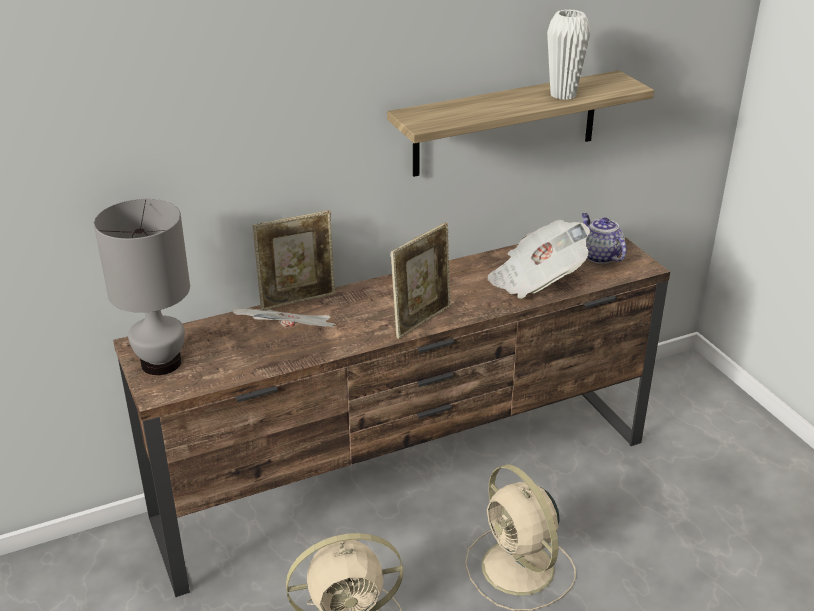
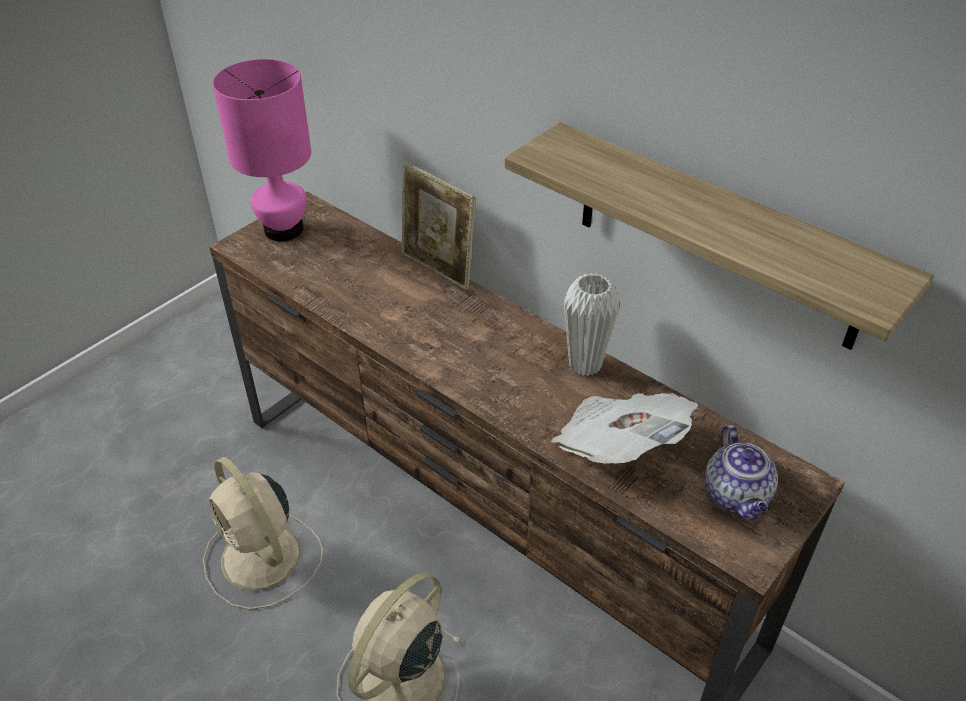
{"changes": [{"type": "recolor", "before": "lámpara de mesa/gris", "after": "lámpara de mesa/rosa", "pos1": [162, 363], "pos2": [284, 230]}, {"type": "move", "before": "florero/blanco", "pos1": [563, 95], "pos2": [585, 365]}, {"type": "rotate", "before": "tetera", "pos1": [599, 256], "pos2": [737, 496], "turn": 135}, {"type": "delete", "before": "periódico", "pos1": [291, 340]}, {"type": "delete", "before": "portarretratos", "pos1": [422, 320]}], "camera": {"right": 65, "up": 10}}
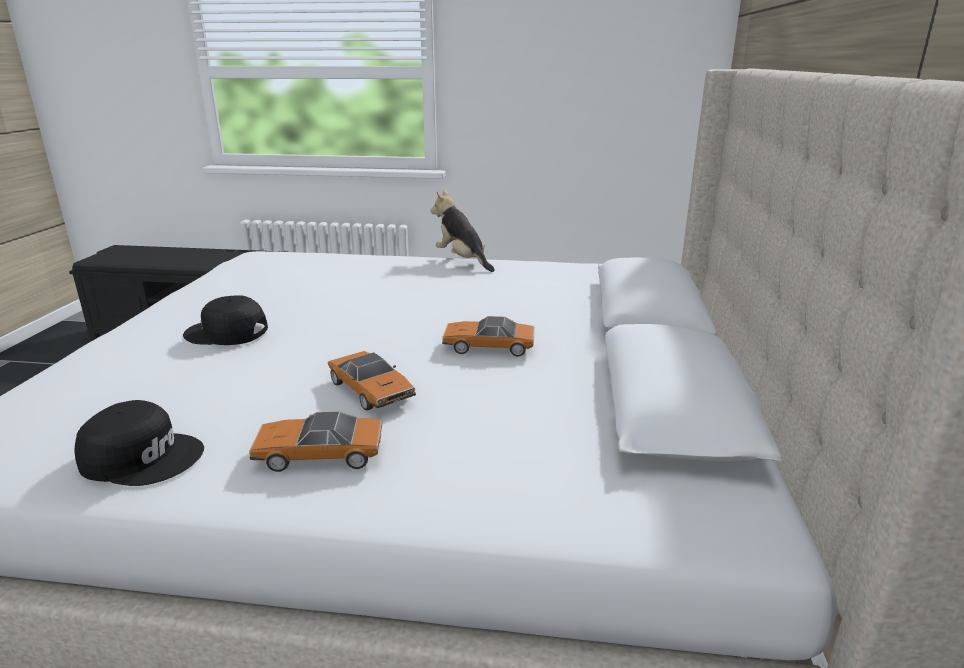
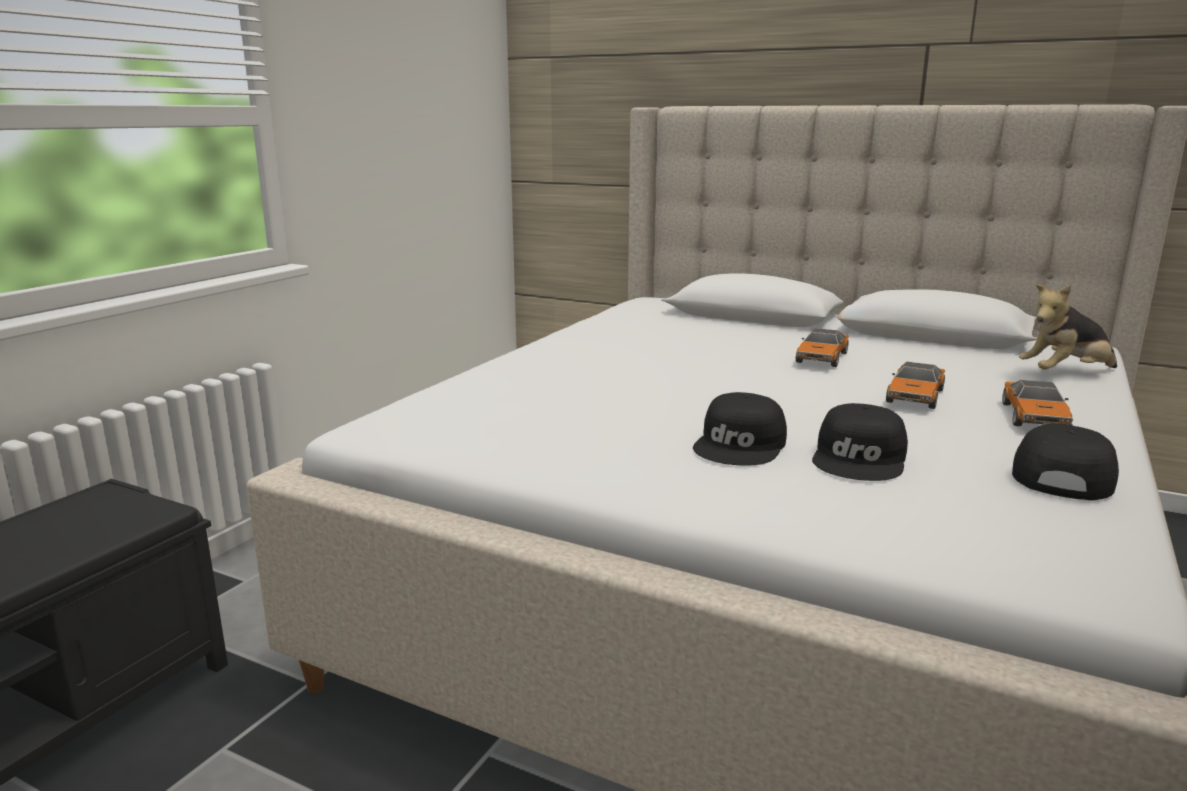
{"changes": [{"type": "insert", "after": "gorra/negro", "pos2": [861, 459]}, {"type": "rotate", "before": "coche de juguete", "pos1": [371, 391], "pos2": [914, 397], "turn": 135}, {"type": "move", "before": "peluche", "pos1": [462, 261], "pos2": [1065, 374]}], "camera": {"right": -70, "up": -5}}
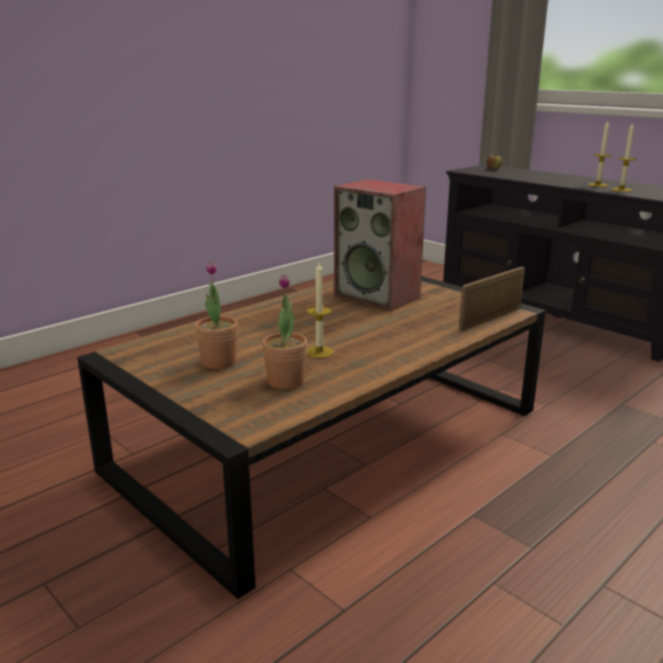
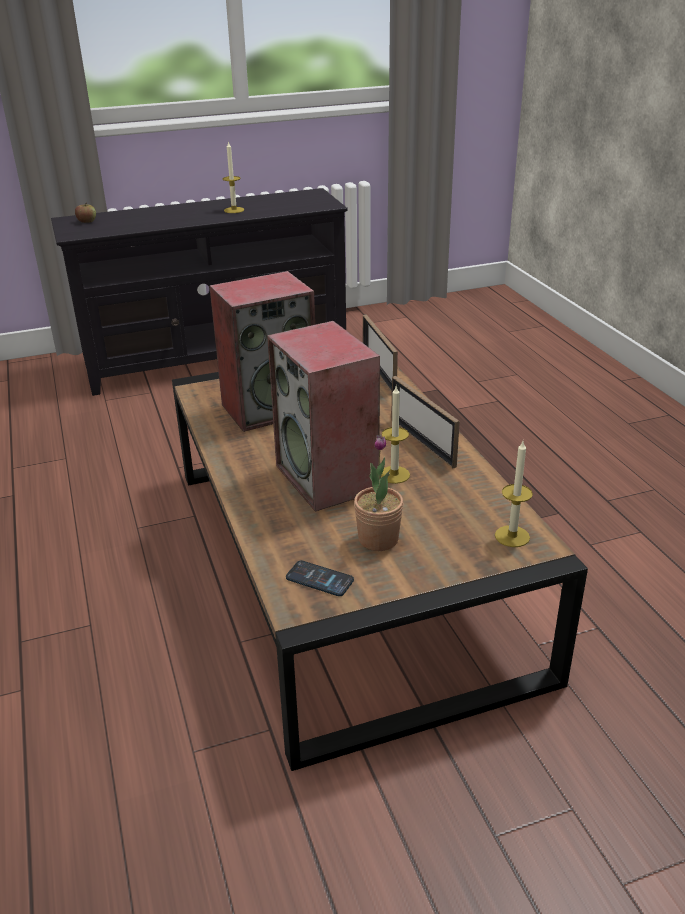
{"changes": [{"type": "insert", "after": "altavoz", "pos2": [328, 478]}, {"type": "insert", "after": "móvil", "pos2": [319, 579]}, {"type": "insert", "after": "portarretratos", "pos2": [422, 442]}, {"type": "move", "before": "vela", "pos1": [621, 190], "pos2": [512, 536]}, {"type": "delete", "before": "planta en maceta", "pos1": [285, 381]}], "camera": {"right": -65, "up": 10}}
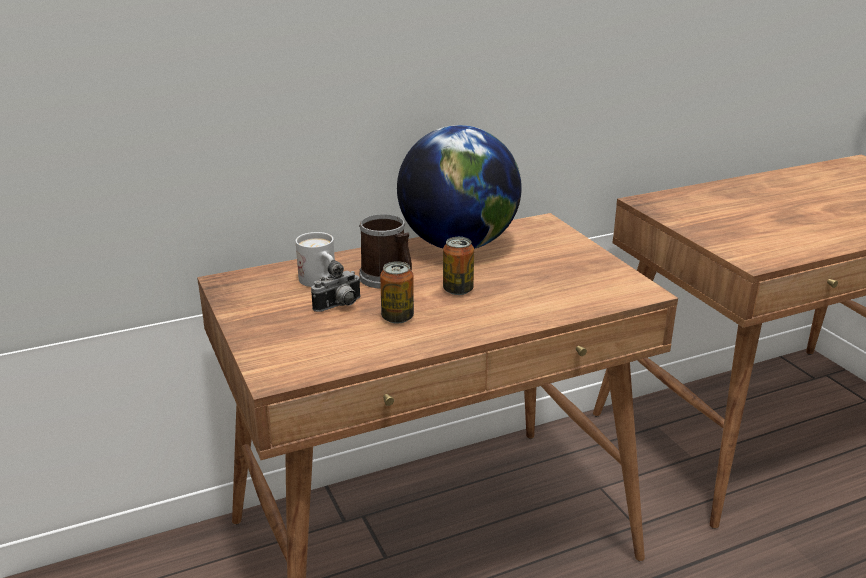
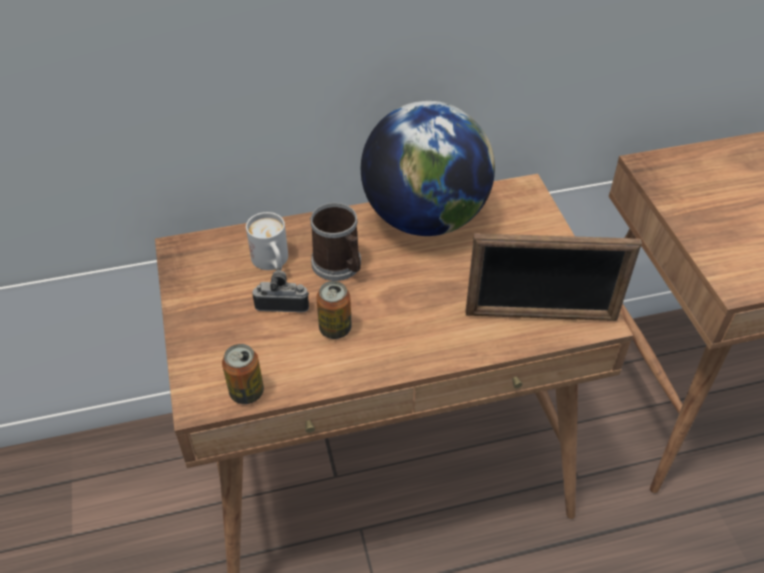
{"changes": [{"type": "move", "before": "lata", "pos1": [458, 290], "pos2": [246, 392]}, {"type": "rotate", "before": "cámara", "pos1": [339, 306], "pos2": [282, 303], "turn": -150}, {"type": "insert", "after": "portarretratos", "pos2": [541, 316]}], "camera": {"right": 10, "up": 20}}
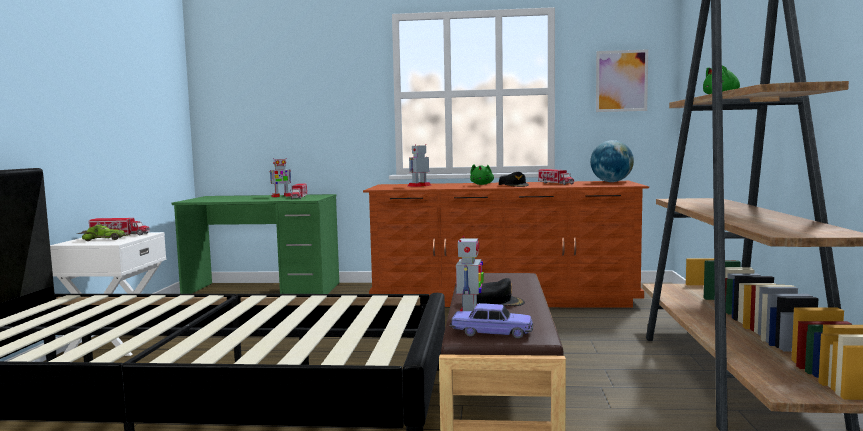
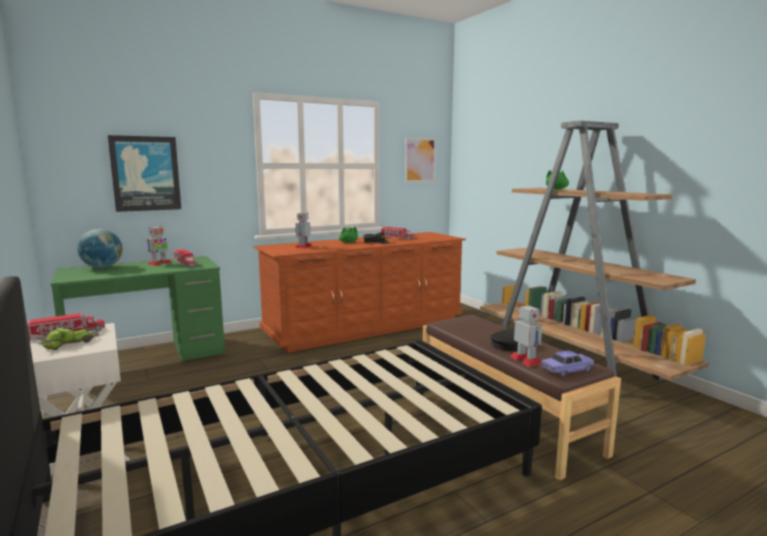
{"changes": [{"type": "move", "before": "globo terráqueo", "pos1": [611, 182], "pos2": [102, 267]}, {"type": "insert", "after": "cuadro", "pos2": [145, 173]}], "camera": {"right": -35, "up": 5}}
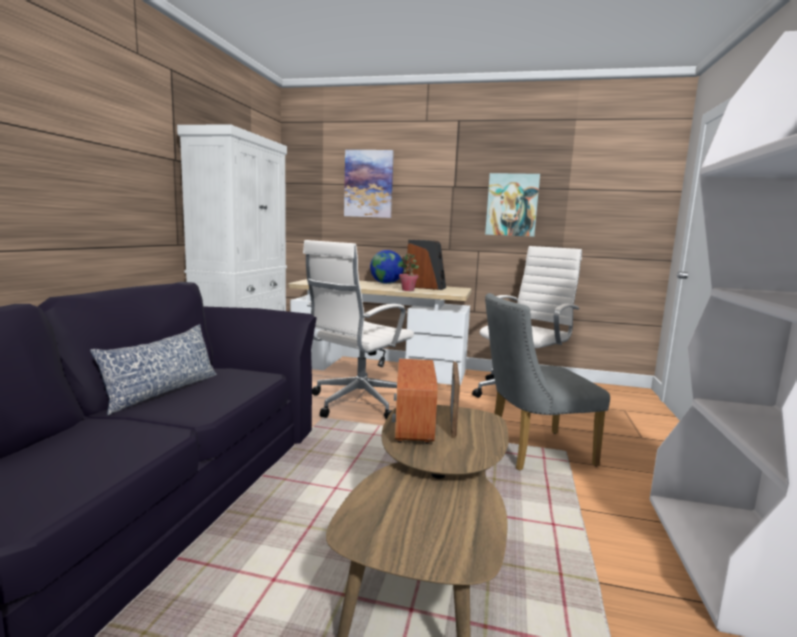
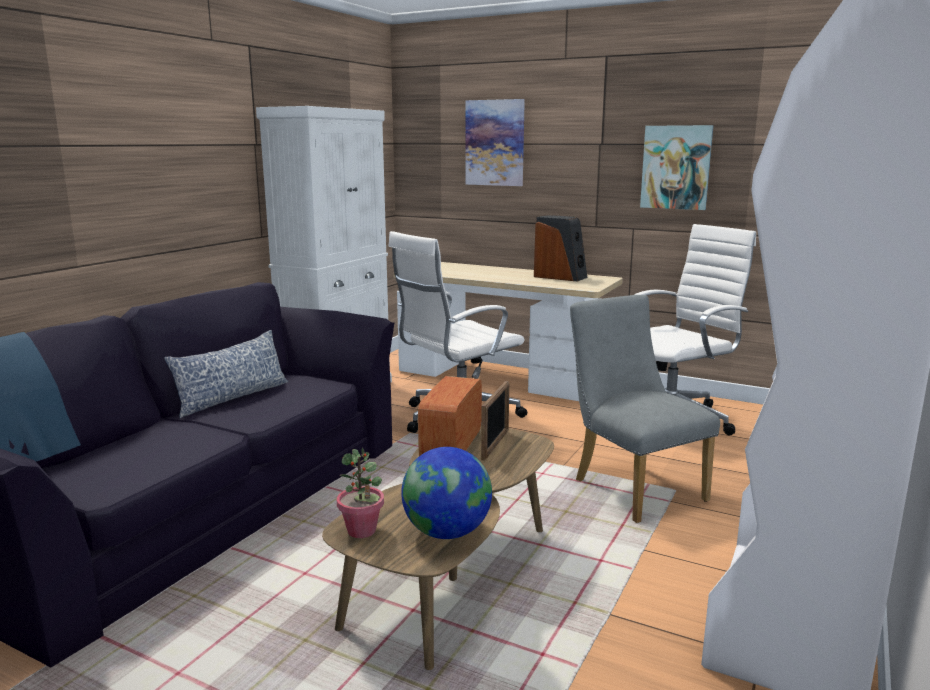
{"changes": [{"type": "move", "before": "planta en maceta", "pos1": [408, 290], "pos2": [362, 531]}, {"type": "move", "before": "globo terráqueo", "pos1": [386, 283], "pos2": [447, 532]}, {"type": "rotate", "before": "silla/gris", "pos1": [531, 451], "pos2": [632, 487], "turn": 60}], "camera": {"right": 15, "up": 5}}
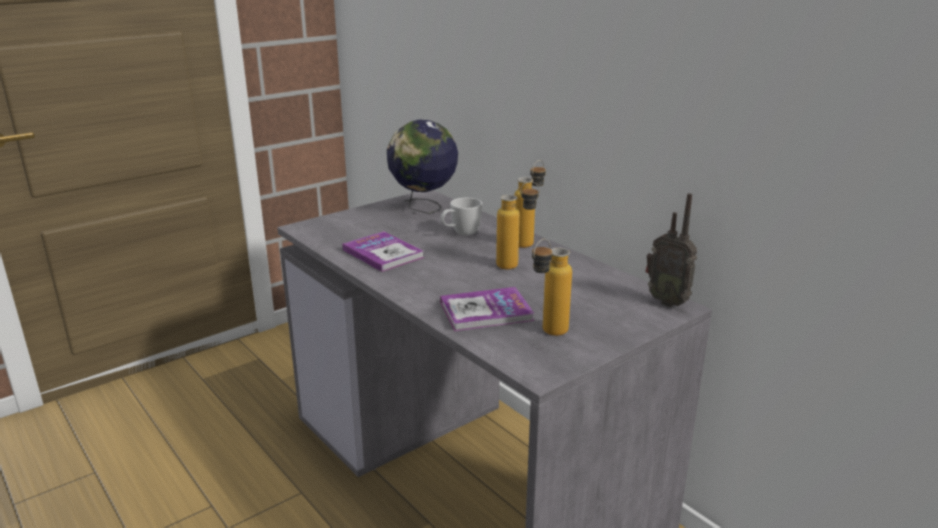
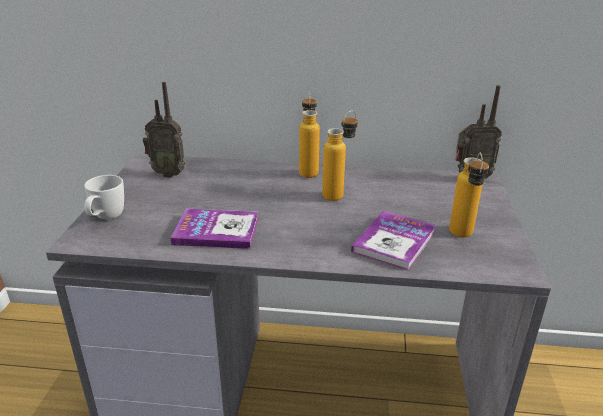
{"changes": [{"type": "move", "before": "taza grande/blanco", "pos1": [460, 234], "pos2": [106, 218]}, {"type": "replace", "before": "globo terráqueo", "after": "radio", "pos1": [423, 208], "pos2": [168, 173]}], "camera": {"right": -45, "up": 5}}
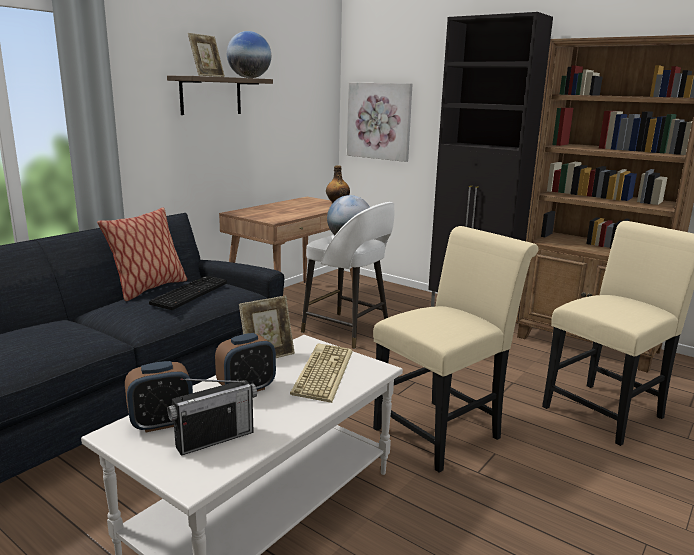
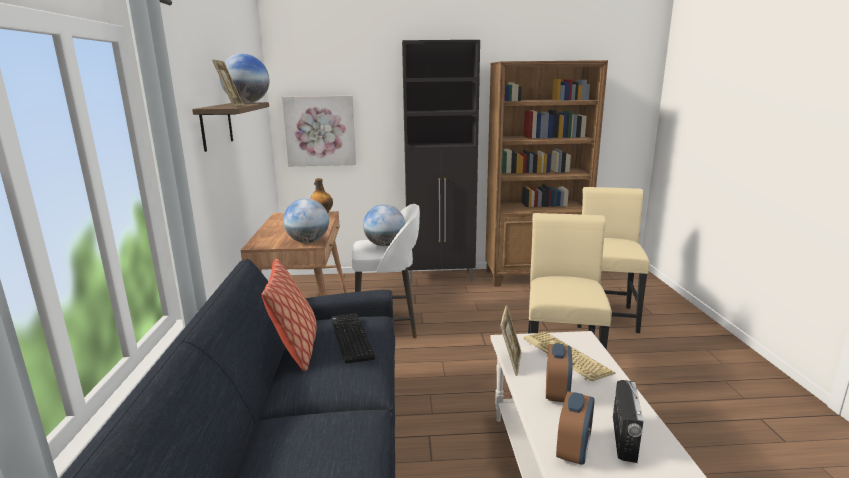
{"changes": [{"type": "insert", "after": "globo terráqueo", "pos2": [308, 242]}], "camera": {"right": -40, "up": 0}}
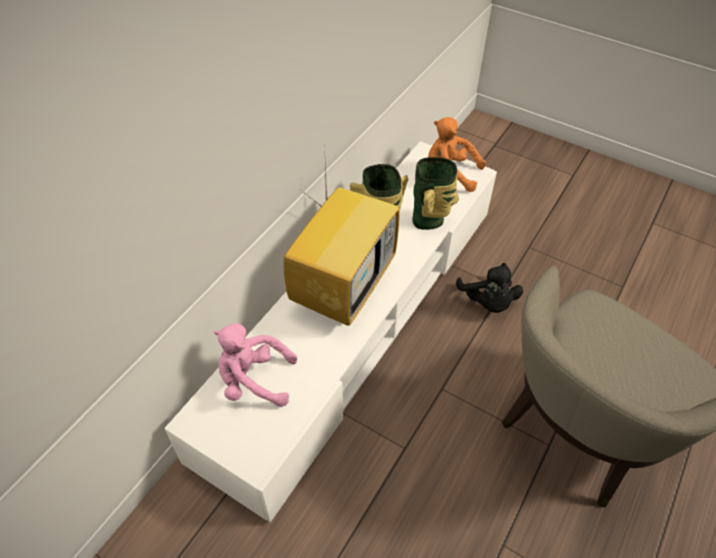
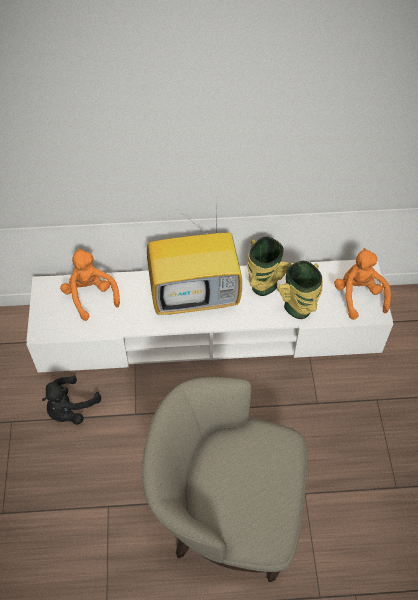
{"changes": [{"type": "move", "before": "peluche/negro", "pos1": [487, 302], "pos2": [70, 409]}, {"type": "recolor", "before": "peluche/rosa", "after": "peluche/naranja", "pos1": [254, 380], "pos2": [90, 295]}], "camera": {"right": 55, "up": 5}}
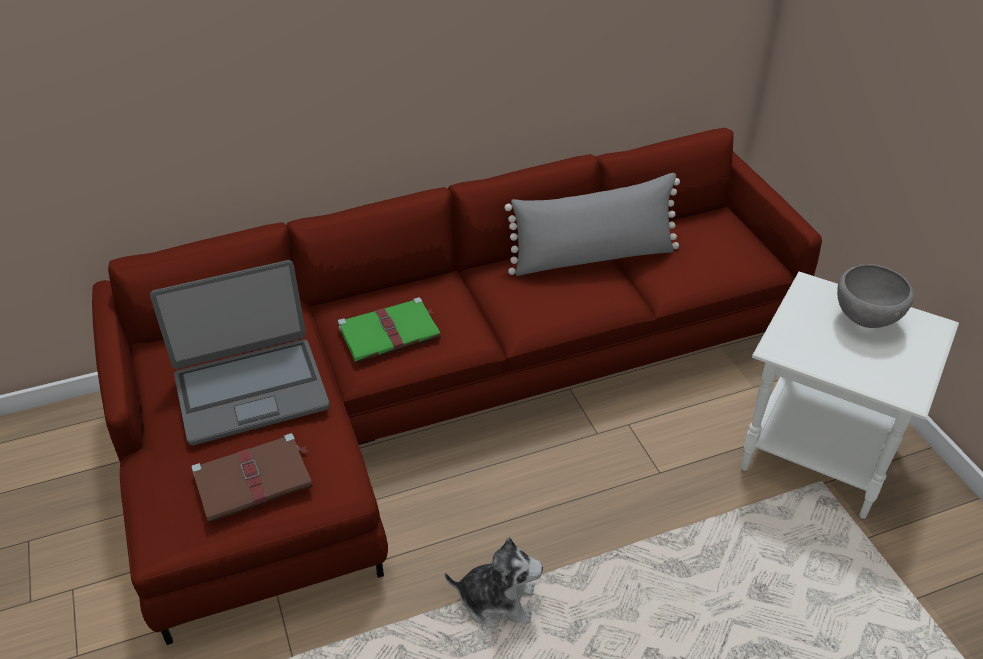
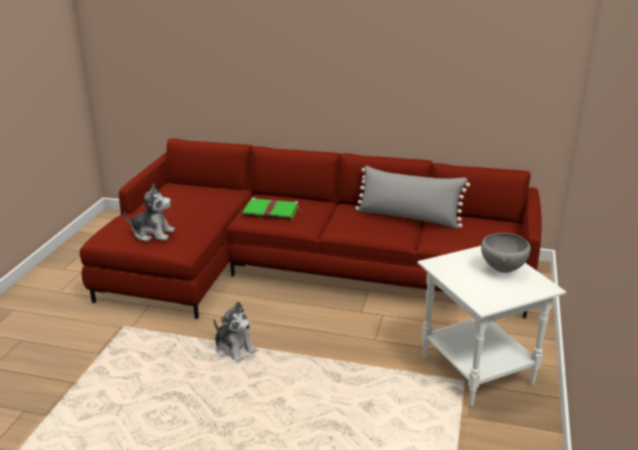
{"changes": [{"type": "replace", "before": "libro/marrón", "after": "peluche", "pos1": [255, 480], "pos2": [152, 233]}, {"type": "delete", "before": "portátil", "pos1": [251, 390]}], "camera": {"right": 35, "up": -15}}
